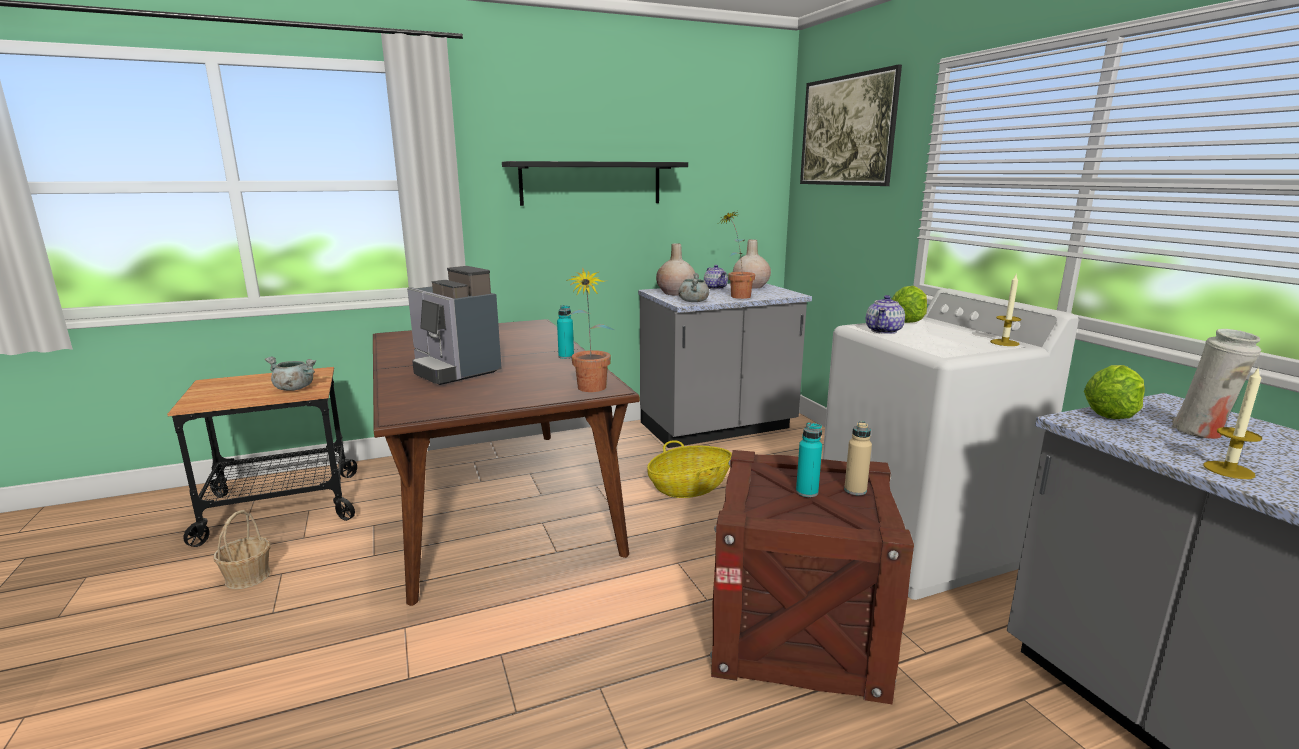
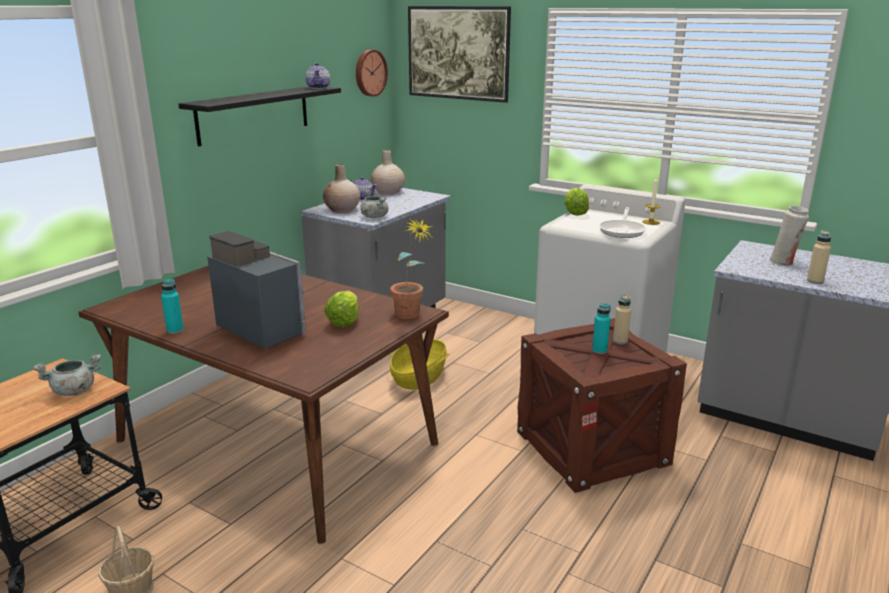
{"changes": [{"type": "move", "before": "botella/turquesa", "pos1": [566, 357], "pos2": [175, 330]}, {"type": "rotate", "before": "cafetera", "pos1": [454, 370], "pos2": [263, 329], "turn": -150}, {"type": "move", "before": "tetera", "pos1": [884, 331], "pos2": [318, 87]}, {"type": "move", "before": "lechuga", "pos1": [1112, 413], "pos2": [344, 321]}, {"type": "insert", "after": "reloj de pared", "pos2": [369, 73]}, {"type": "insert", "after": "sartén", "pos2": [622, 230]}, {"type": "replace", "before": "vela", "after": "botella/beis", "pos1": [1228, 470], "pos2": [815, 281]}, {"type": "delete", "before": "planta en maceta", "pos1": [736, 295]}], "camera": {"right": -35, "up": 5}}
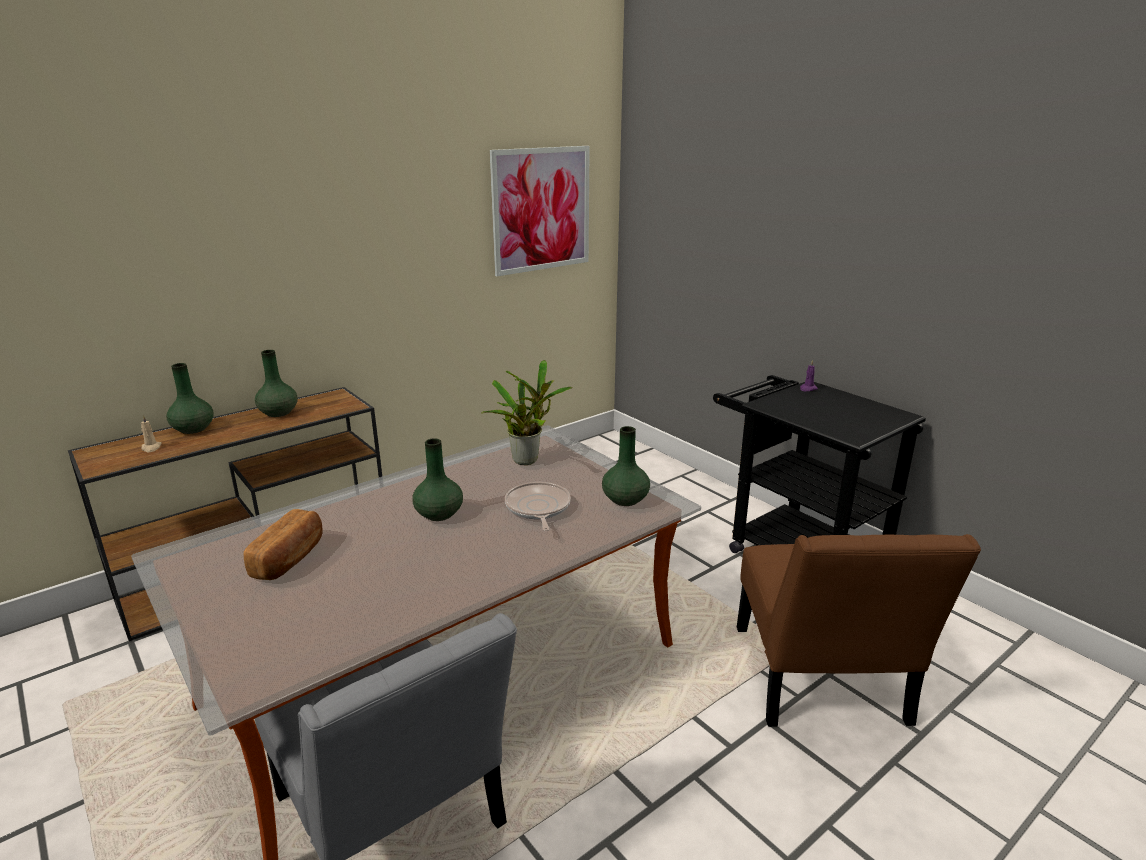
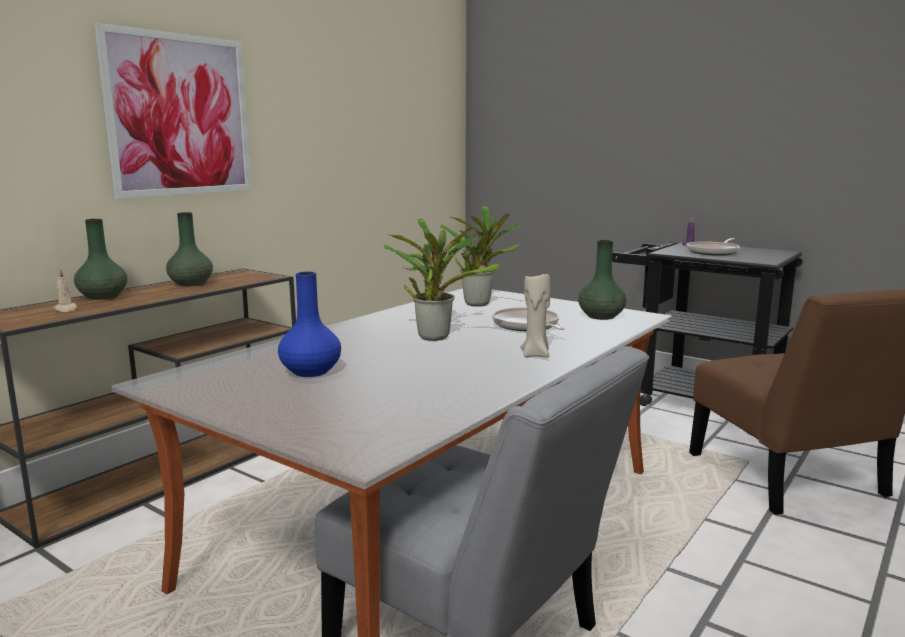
{"changes": [{"type": "move", "before": "cuadro", "pos1": [541, 209], "pos2": [180, 115]}, {"type": "replace", "before": "pan", "after": "florero/azul", "pos1": [290, 559], "pos2": [310, 372]}, {"type": "replace", "before": "florero/verde", "after": "planta en maceta", "pos1": [438, 514], "pos2": [433, 336]}, {"type": "insert", "after": "vela/beis", "pos2": [536, 355]}, {"type": "insert", "after": "sartén", "pos2": [714, 252]}], "camera": {"right": -15, "up": -10}}
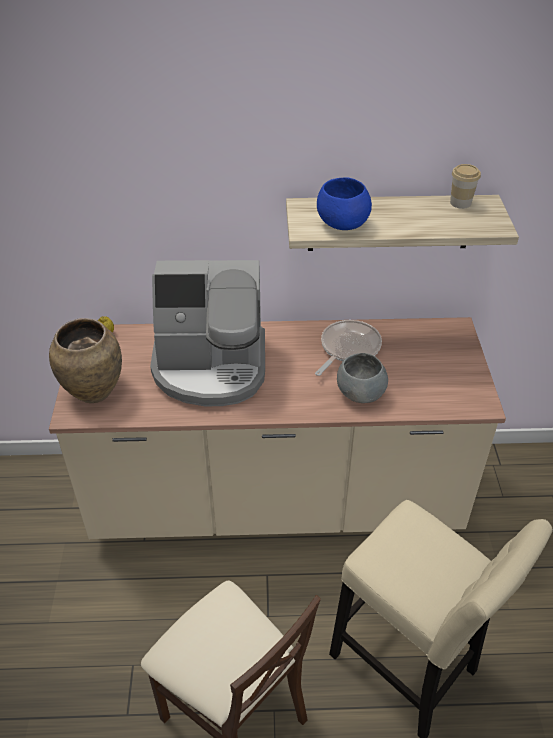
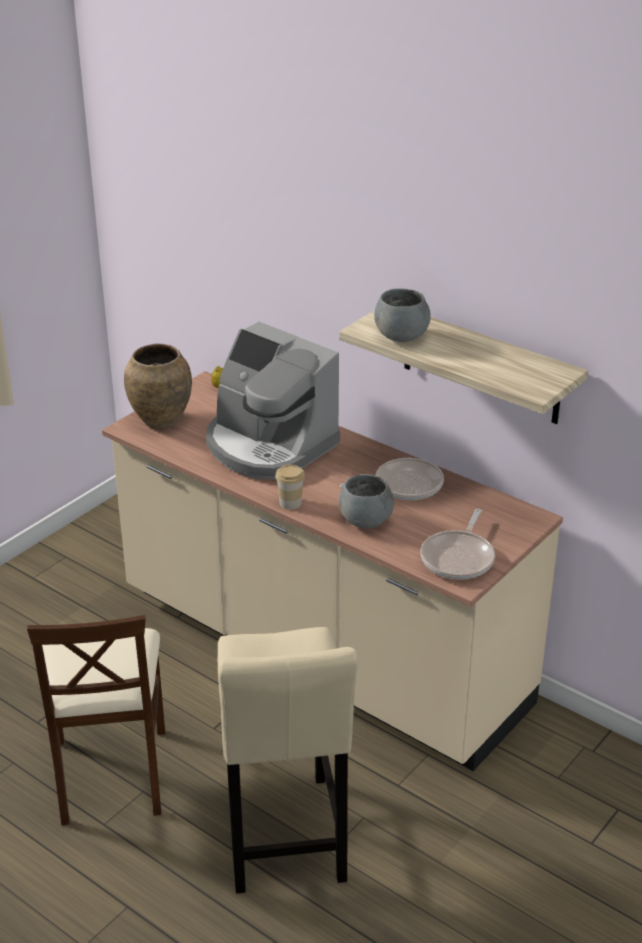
{"changes": [{"type": "move", "before": "taza", "pos1": [460, 203], "pos2": [290, 503]}, {"type": "recolor", "before": "cuenco/azul", "after": "cuenco/gris", "pos1": [342, 223], "pos2": [402, 336]}, {"type": "insert", "after": "sartén", "pos2": [459, 558]}], "camera": {"right": 40, "up": -10}}
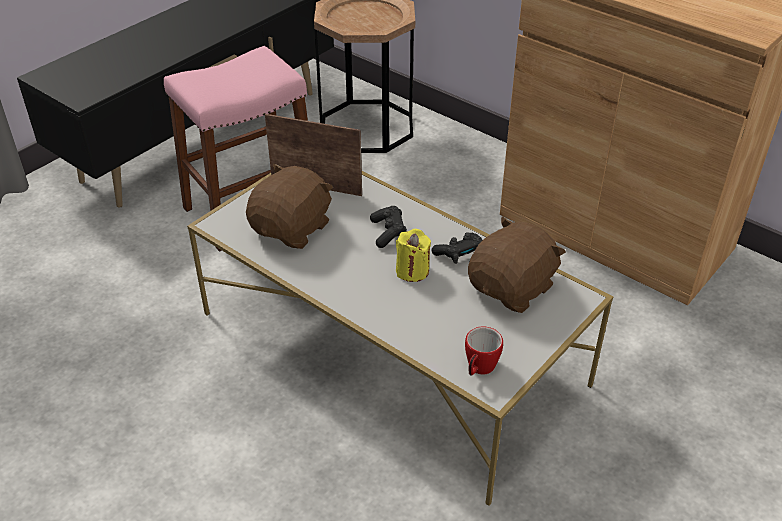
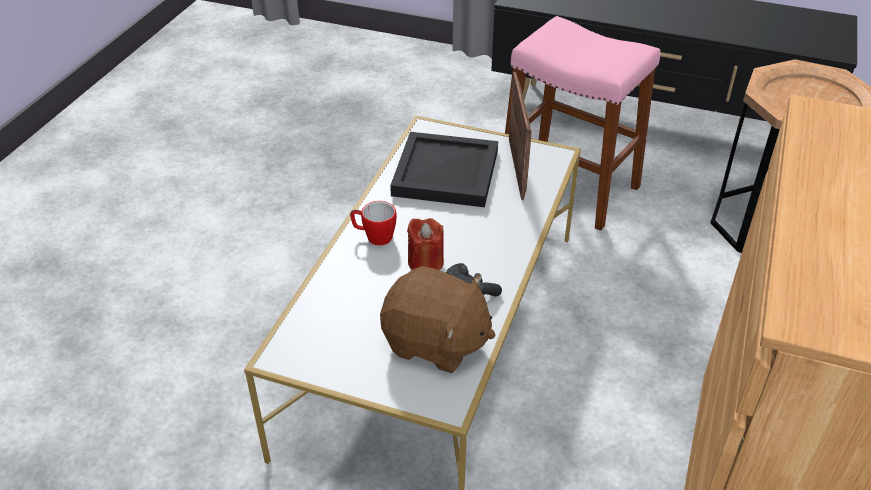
{"changes": [{"type": "move", "before": "taza grande", "pos1": [479, 369], "pos2": [374, 237]}, {"type": "replace", "before": "peluche/marrón", "after": "bandeja/negro", "pos1": [293, 229], "pos2": [444, 172]}, {"type": "recolor", "before": "vela/amarillo", "after": "vela/rojo", "pos1": [412, 271], "pos2": [425, 262]}, {"type": "delete", "before": "mando de consola/negro", "pos1": [388, 233]}], "camera": {"right": 70, "up": 0}}
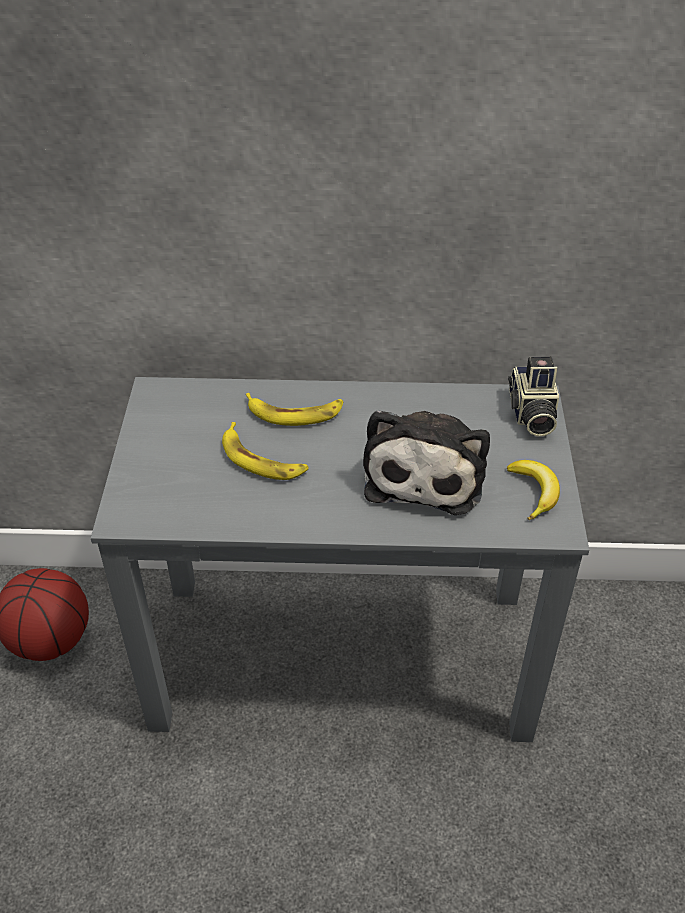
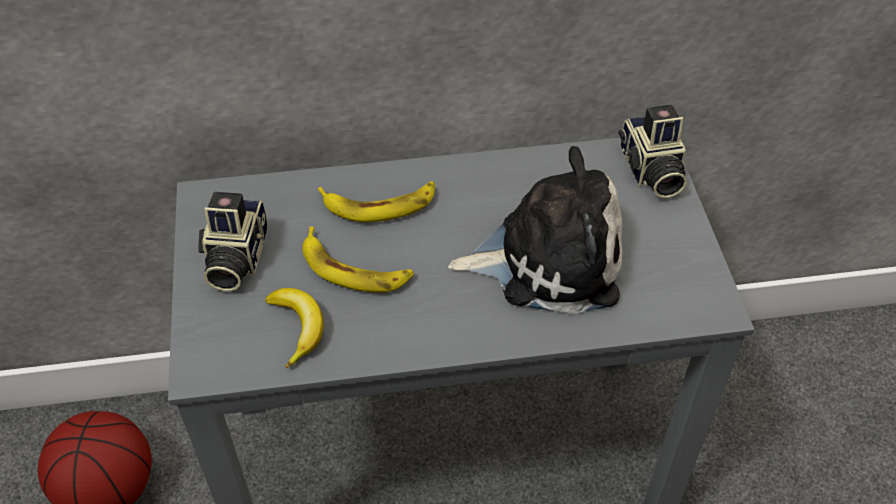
{"changes": [{"type": "insert", "after": "cámara", "pos2": [234, 258]}, {"type": "move", "before": "plátano", "pos1": [534, 492], "pos2": [297, 327]}, {"type": "rotate", "before": "peluche", "pos1": [425, 472], "pos2": [548, 259], "turn": -90}], "camera": {"right": -10, "up": 5}}
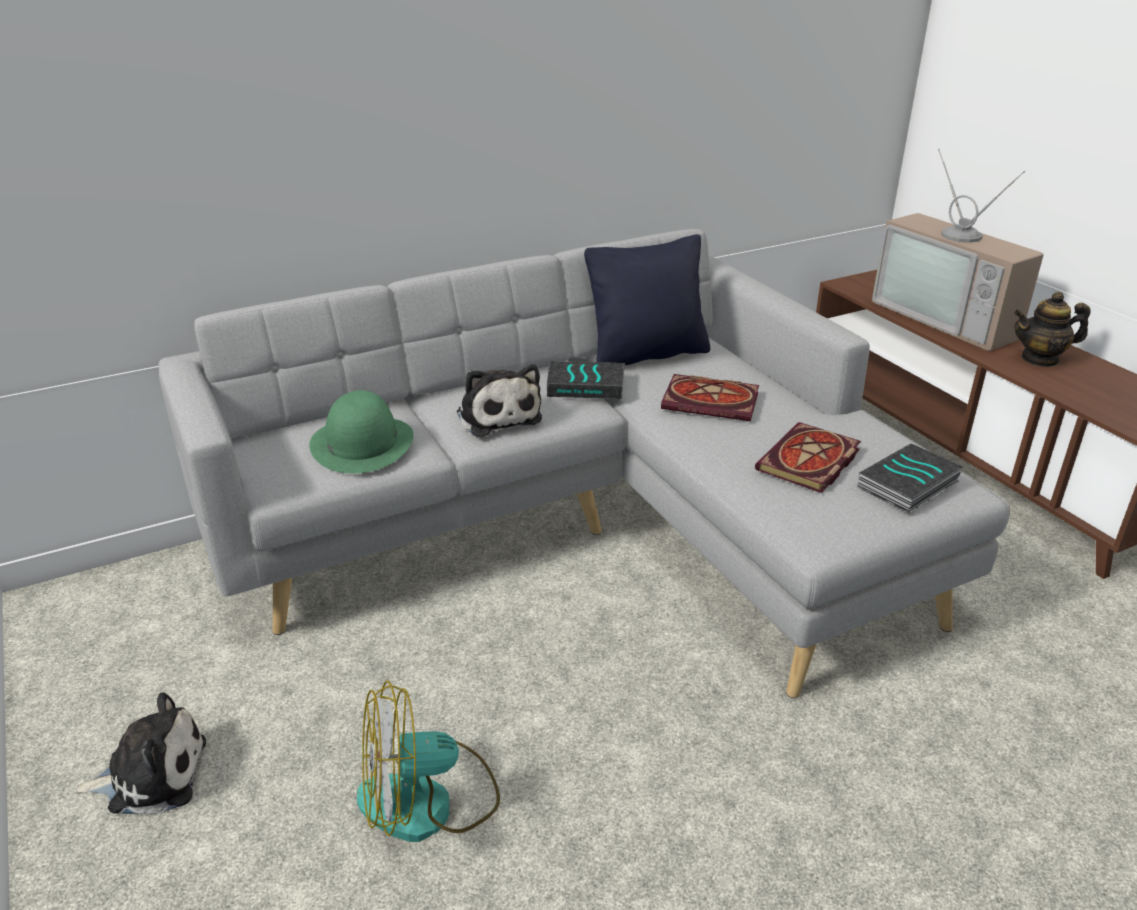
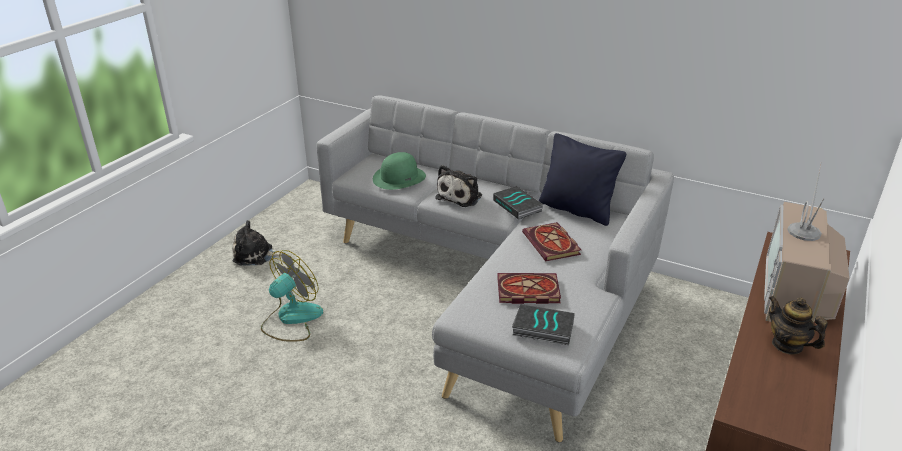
{"changes": [{"type": "rotate", "before": "peluche", "pos1": [152, 775], "pos2": [255, 255], "turn": 135}, {"type": "rotate", "before": "ventilador", "pos1": [428, 802], "pos2": [291, 319], "turn": 90}], "camera": {"right": 55, "up": 0}}
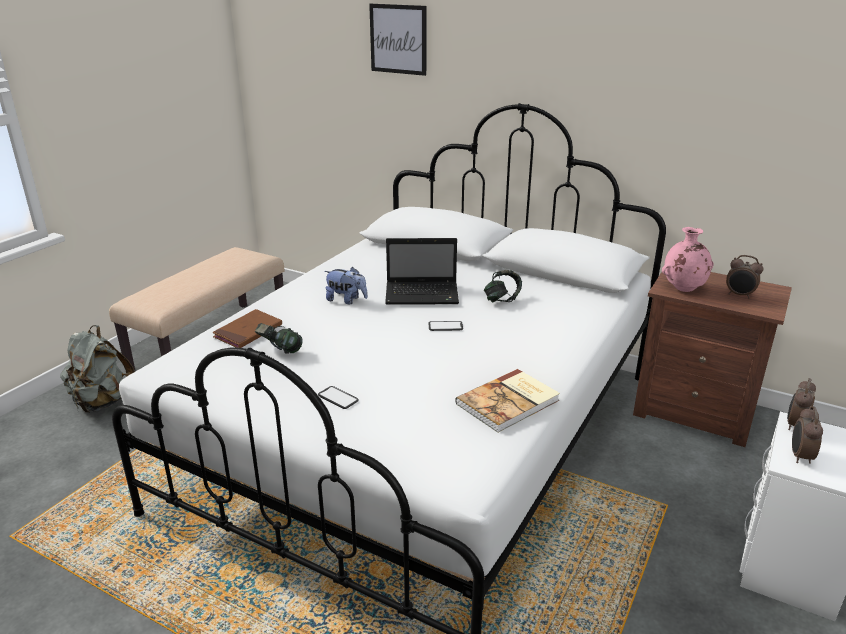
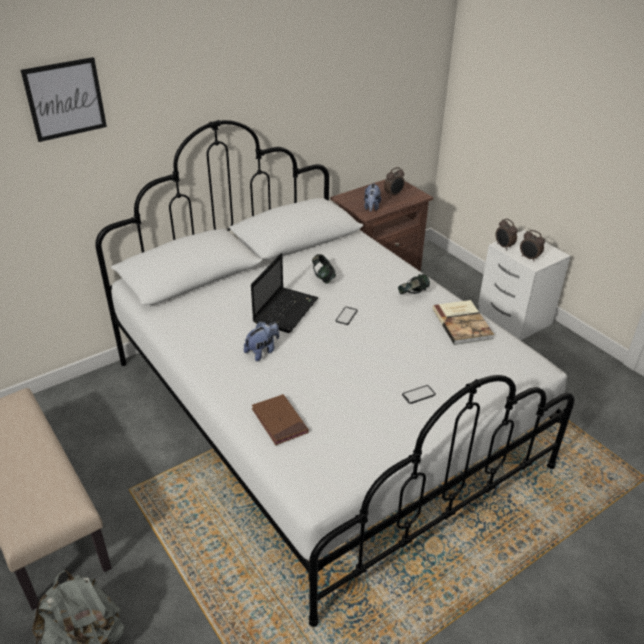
{"changes": [{"type": "replace", "before": "florero/rosa", "after": "peluche", "pos1": [683, 289], "pos2": [371, 207]}, {"type": "move", "before": "auriculares", "pos1": [280, 351], "pos2": [413, 295]}], "camera": {"right": -65, "up": 10}}
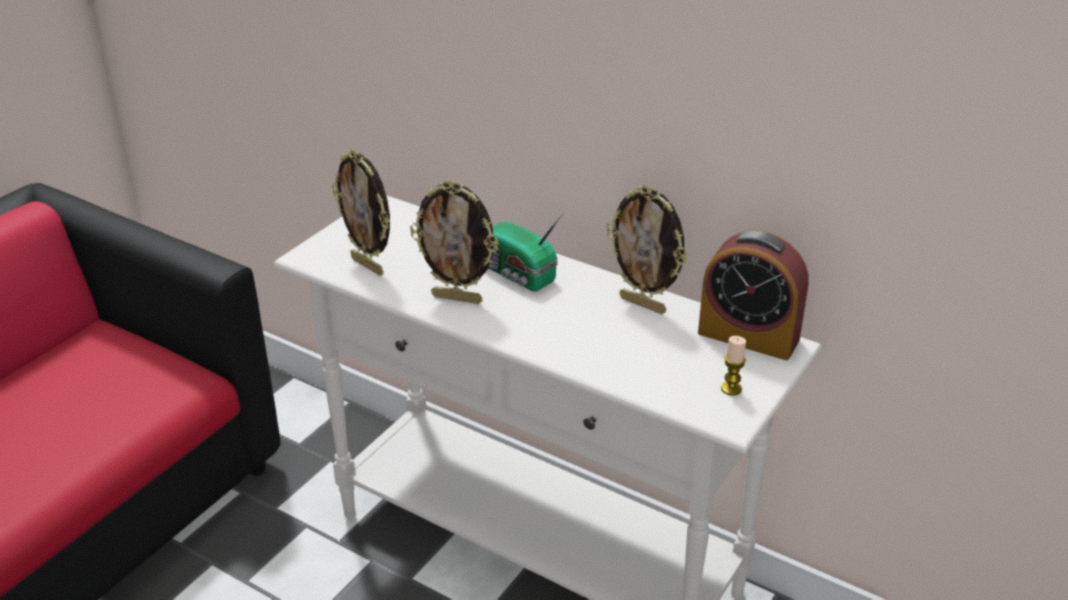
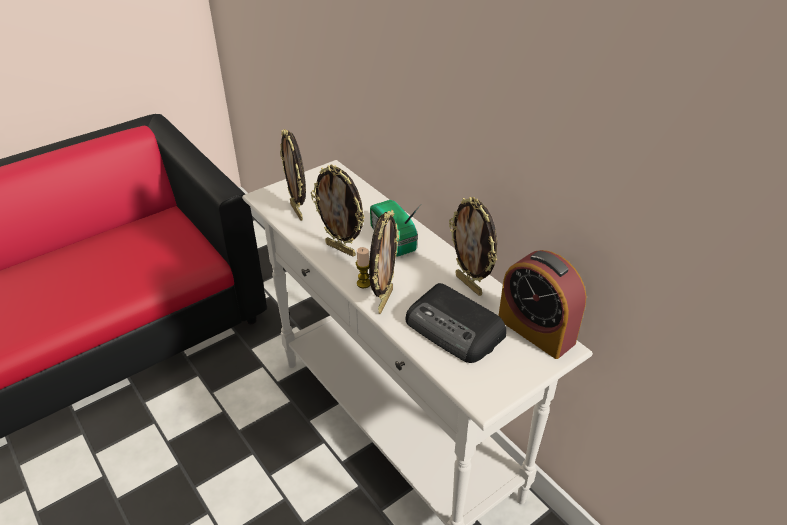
{"changes": [{"type": "move", "before": "vela", "pos1": [731, 389], "pos2": [363, 283]}, {"type": "insert", "after": "portarretratos", "pos2": [384, 300]}, {"type": "insert", "after": "radio", "pos2": [455, 329]}], "camera": {"right": 20, "up": 5}}
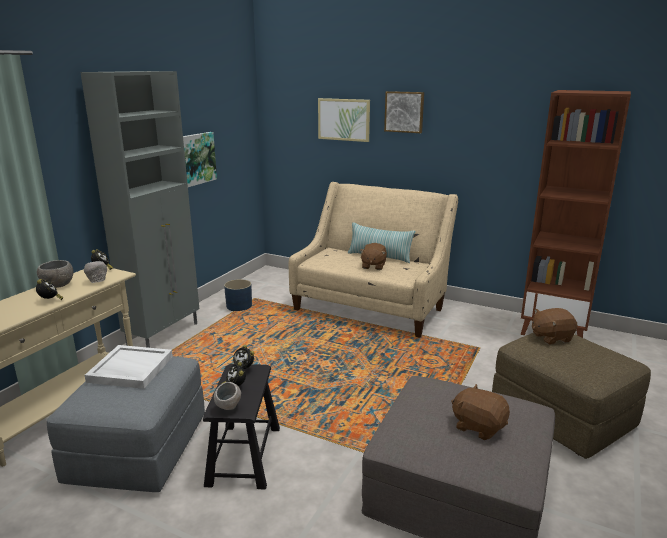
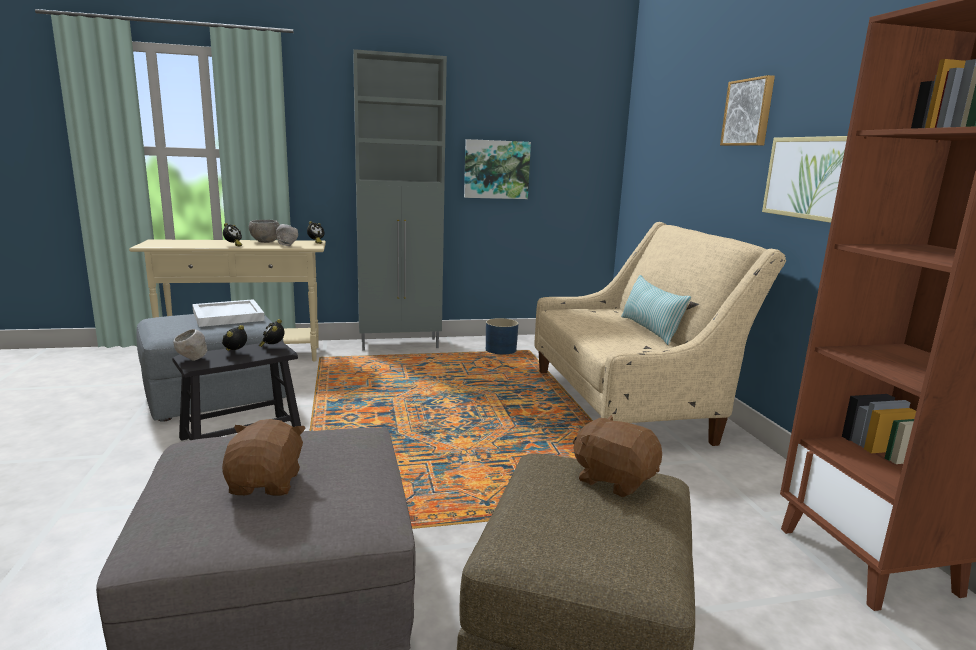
{"changes": [{"type": "move", "before": "cuadro", "pos1": [344, 119], "pos2": [808, 177]}, {"type": "delete", "before": "peluche/marrón", "pos1": [373, 266]}], "camera": {"right": 50, "up": -5}}
